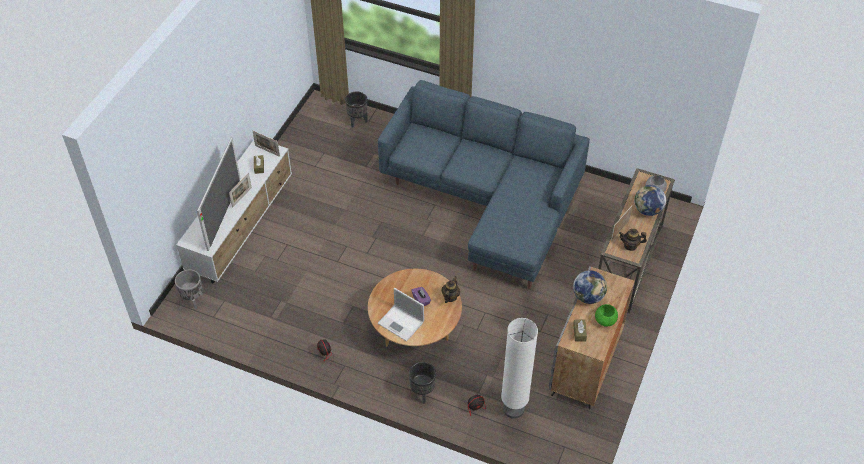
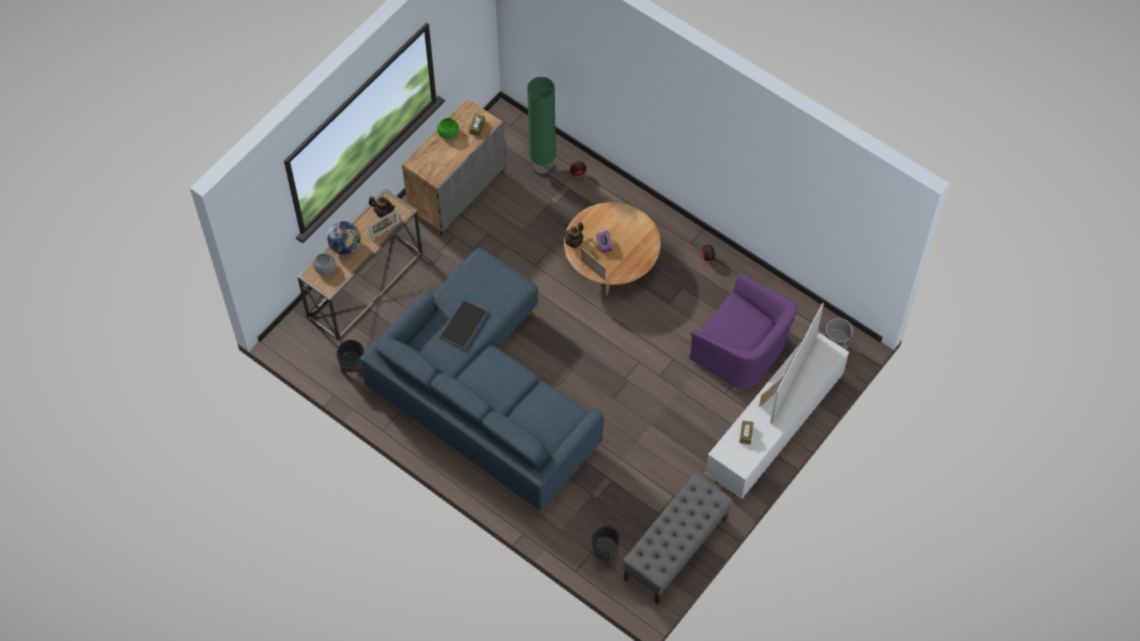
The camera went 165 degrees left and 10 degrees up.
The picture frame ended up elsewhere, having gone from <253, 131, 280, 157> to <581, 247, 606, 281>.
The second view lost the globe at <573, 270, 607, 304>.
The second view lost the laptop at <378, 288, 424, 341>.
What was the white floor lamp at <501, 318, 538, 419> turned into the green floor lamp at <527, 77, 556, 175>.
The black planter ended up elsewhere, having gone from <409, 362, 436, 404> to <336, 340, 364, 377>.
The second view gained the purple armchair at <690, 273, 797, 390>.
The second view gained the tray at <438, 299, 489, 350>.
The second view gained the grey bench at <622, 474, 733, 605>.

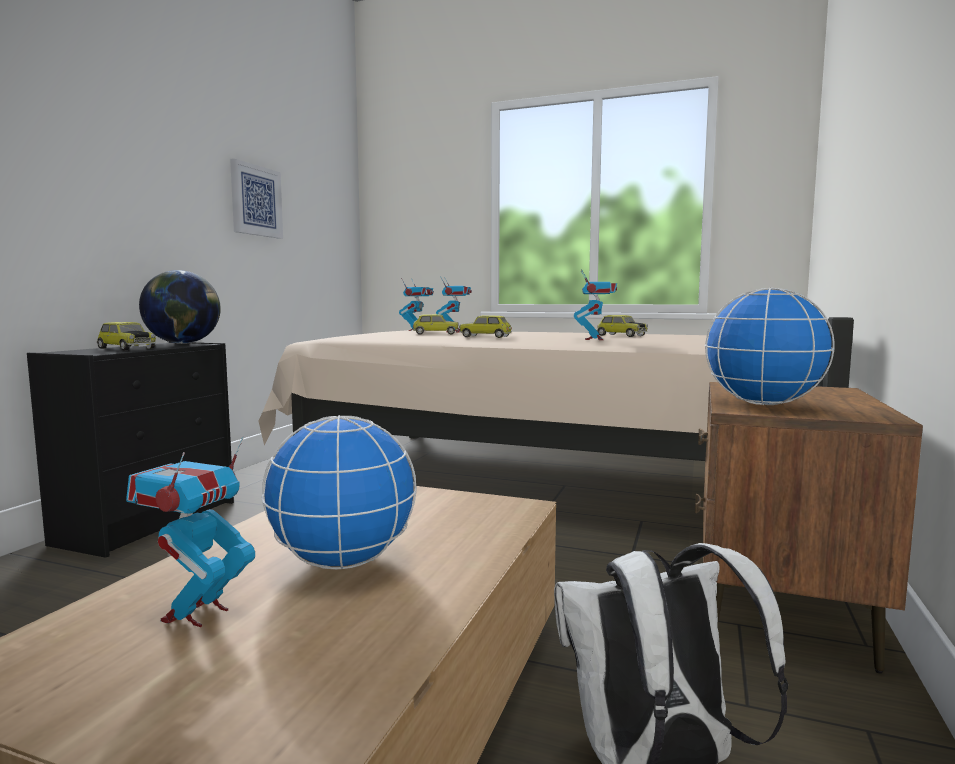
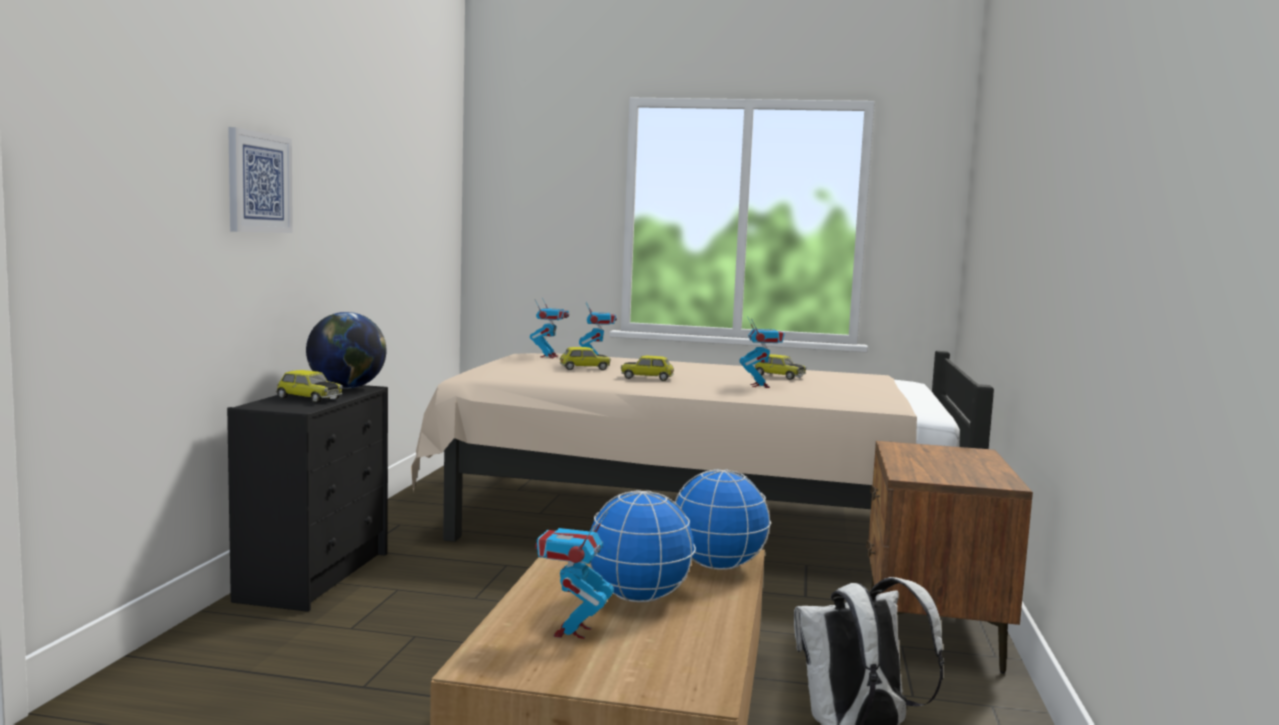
The camera went 10 degrees left and 0 degrees up.
The picture ended up elsewhere, having gone from <230, 159, 283, 239> to <228, 127, 293, 233>.
The globe ended up elsewhere, having gone from <705, 288, 834, 405> to <674, 469, 771, 570>.

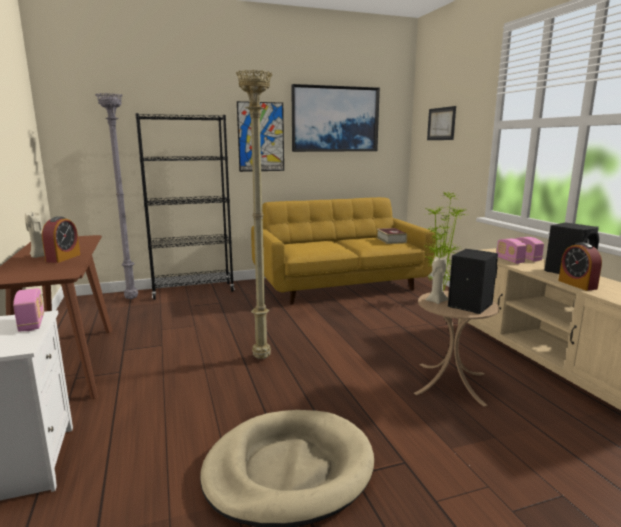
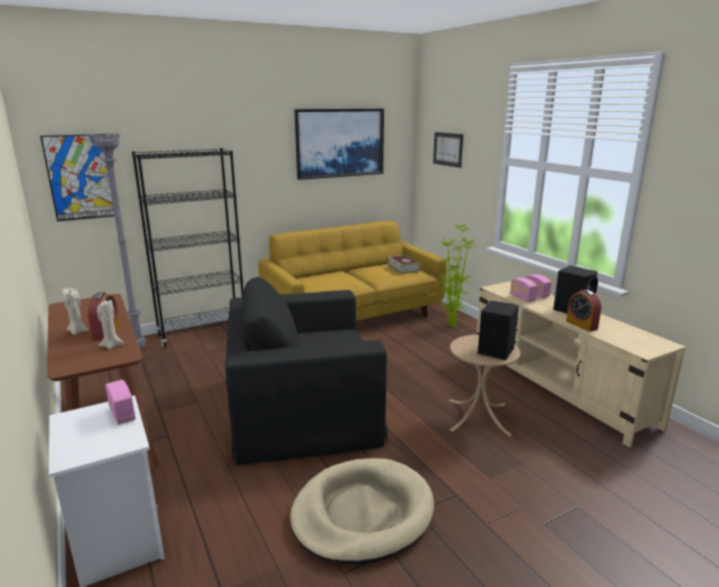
The camera went 10 degrees left and 5 degrees up.
Where the beige floor lamp stood at <236, 70, 272, 359>, the black armchair came to stand at <225, 277, 388, 466>.
The picture ended up elsewhere, having gone from <237, 101, 284, 172> to <40, 134, 114, 221>.
The beige candle ended up elsewhere, having gone from <426, 256, 448, 304> to <97, 300, 124, 349>.

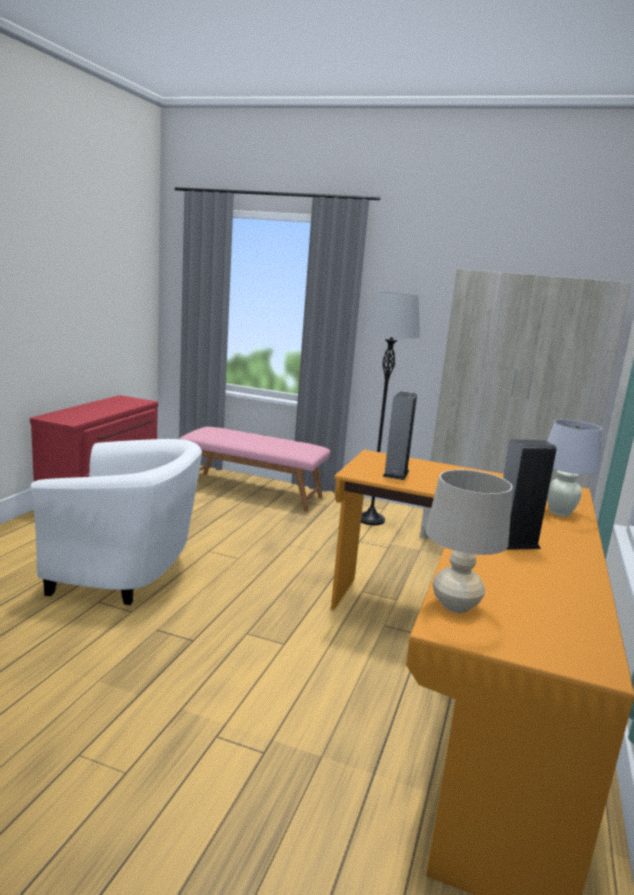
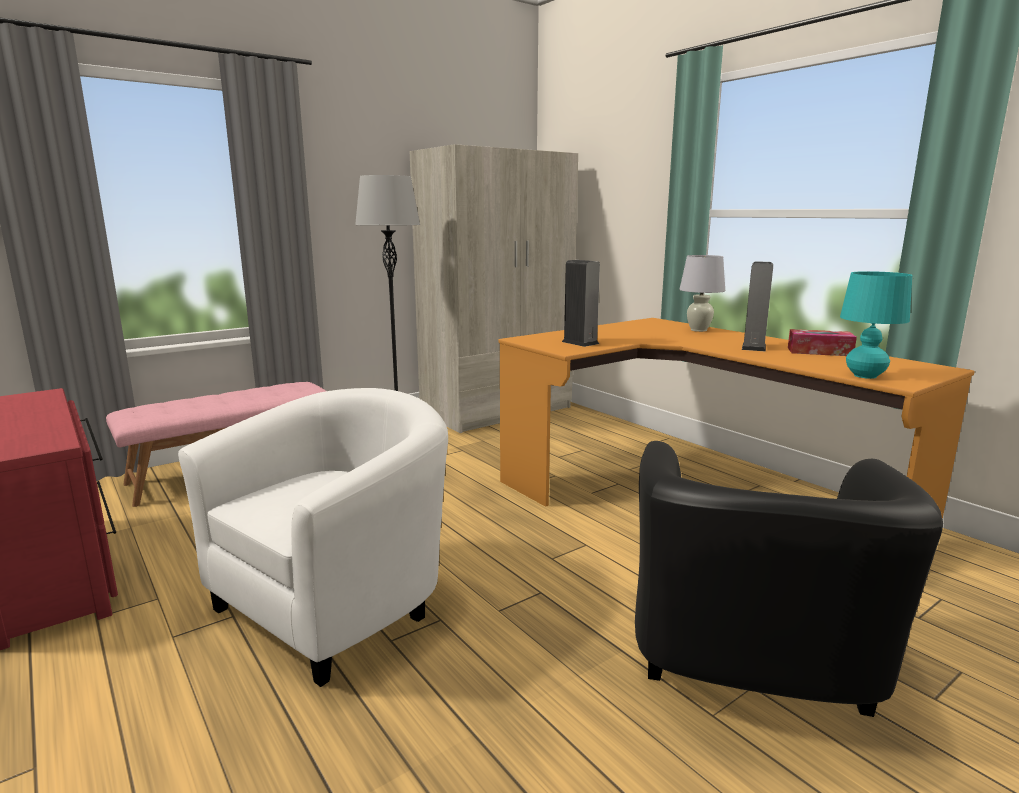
The camera went 55 degrees left and 0 degrees up.
What was the beige table lamp at <426, 470, 513, 613> turned into the turquoise table lamp at <840, 271, 912, 379>.
The second view gained the tissue box at <788, 329, 857, 356>.
The second view gained the black armchair at <635, 441, 943, 717>.

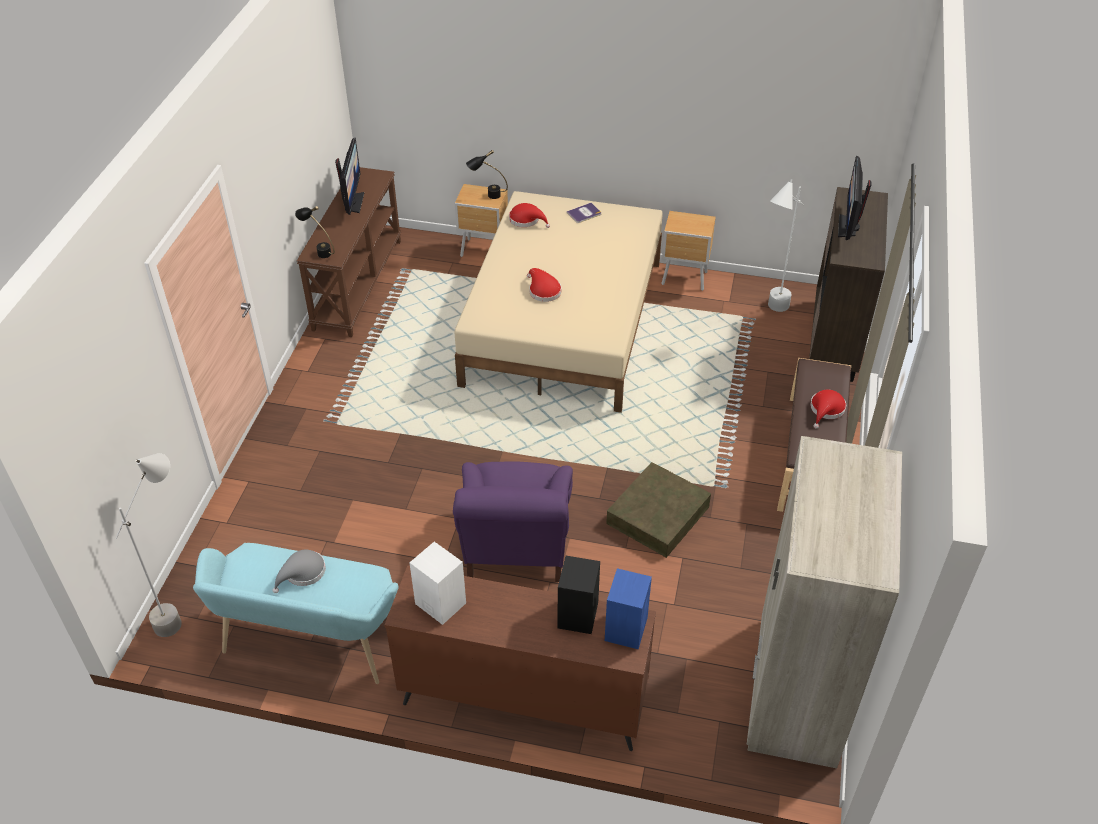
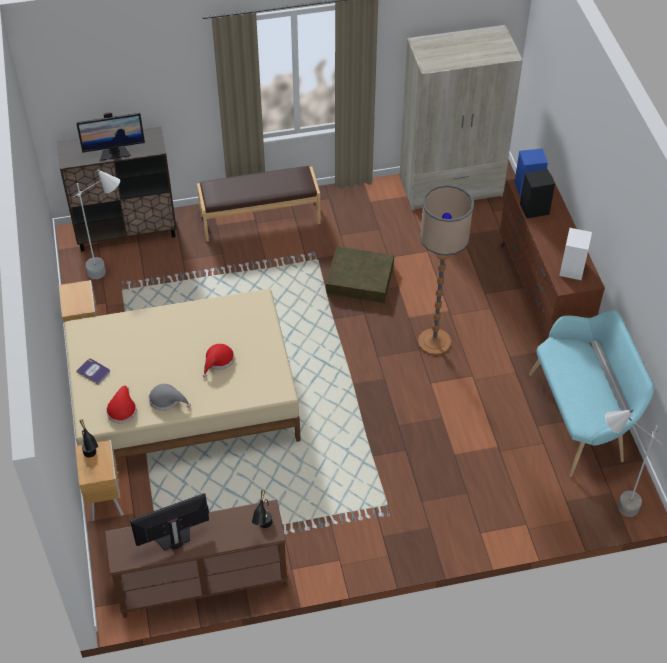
The camera went 115 degrees left and 5 degrees up.
The second view lost the red hat at <810, 390, 846, 429>.
Where the purple armchair stood at <453, 461, 573, 582>, the floor lamp came to stand at <418, 184, 474, 355>.
The grey hat ended up elsewhere, having gone from <272, 550, 326, 593> to <149, 384, 191, 411>.

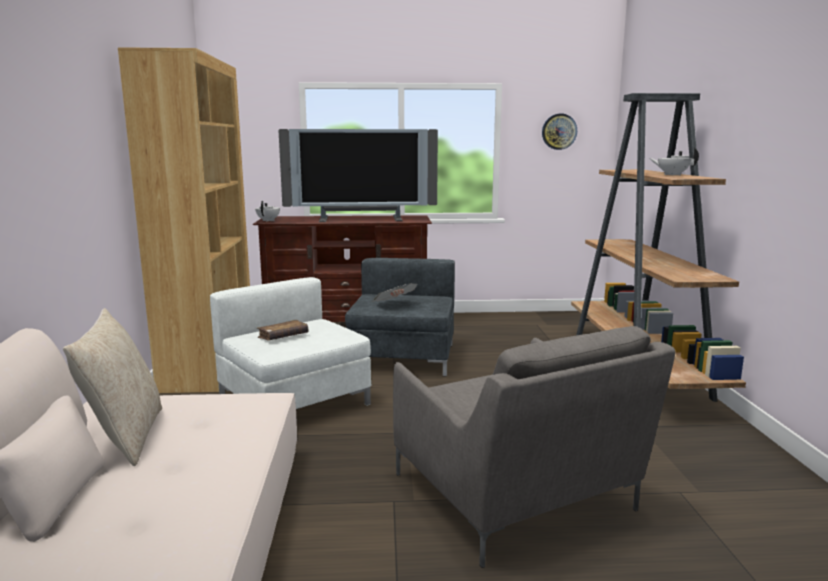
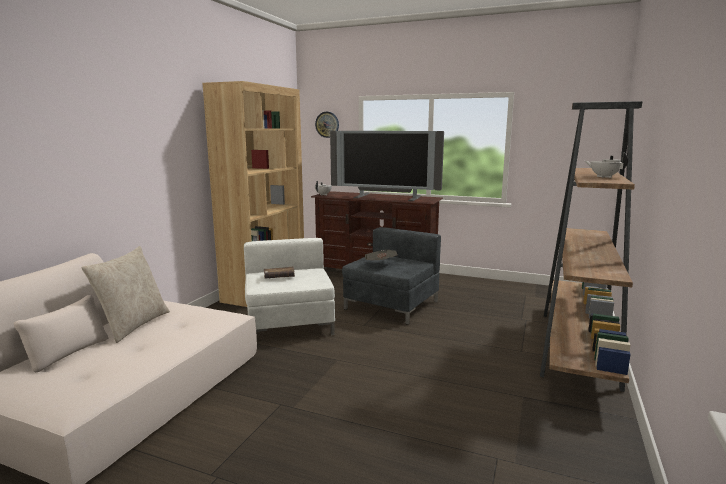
The camera went 25 degrees right and 0 degrees up.
The wall clock ended up elsewhere, having gone from <542, 114, 577, 150> to <315, 112, 339, 138>.
The second view lost the grey armchair at <393, 326, 676, 568>.

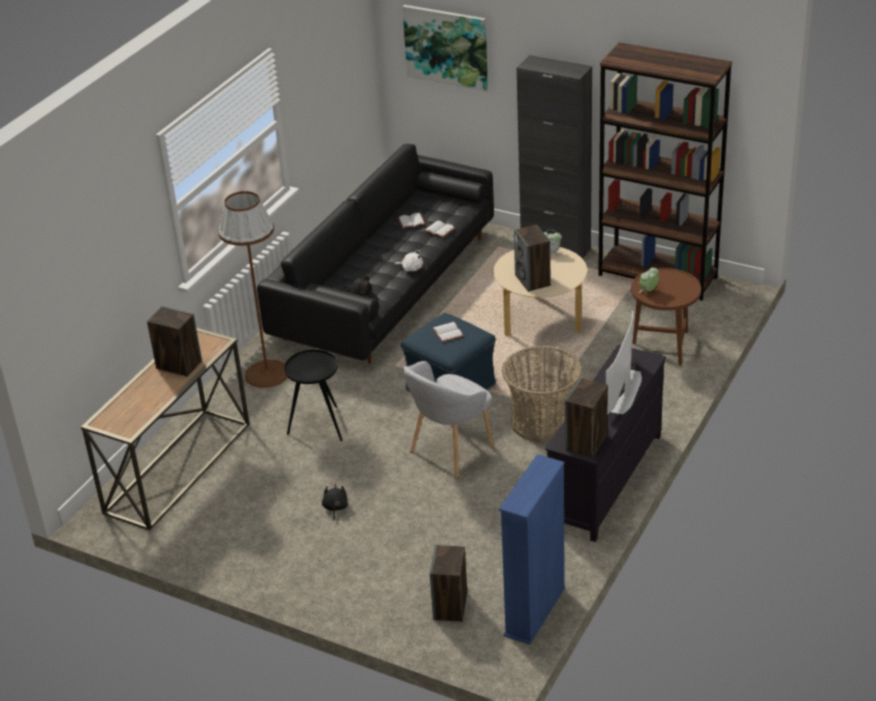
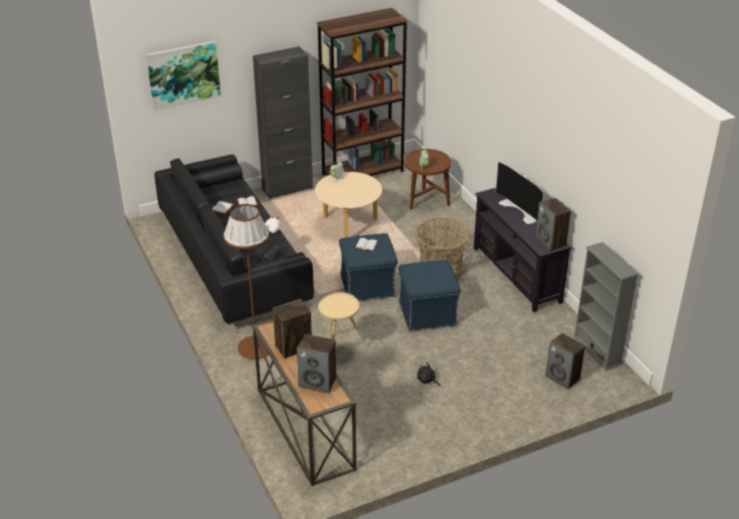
The camera went 55 degrees left and 0 degrees up.
The speaker ended up elsewhere, having gone from <514, 225, 551, 292> to <297, 334, 336, 393>.
What was the black side table at <284, 350, 343, 441> turned into the beige side table at <318, 292, 366, 349>.
Where the grey armchair stood at <403, 361, 493, 478>, the blue ottoman came to stand at <398, 260, 461, 331>.
What was the blue bookcase at <499, 454, 565, 645> turned into the grey bookcase at <573, 242, 639, 370>.

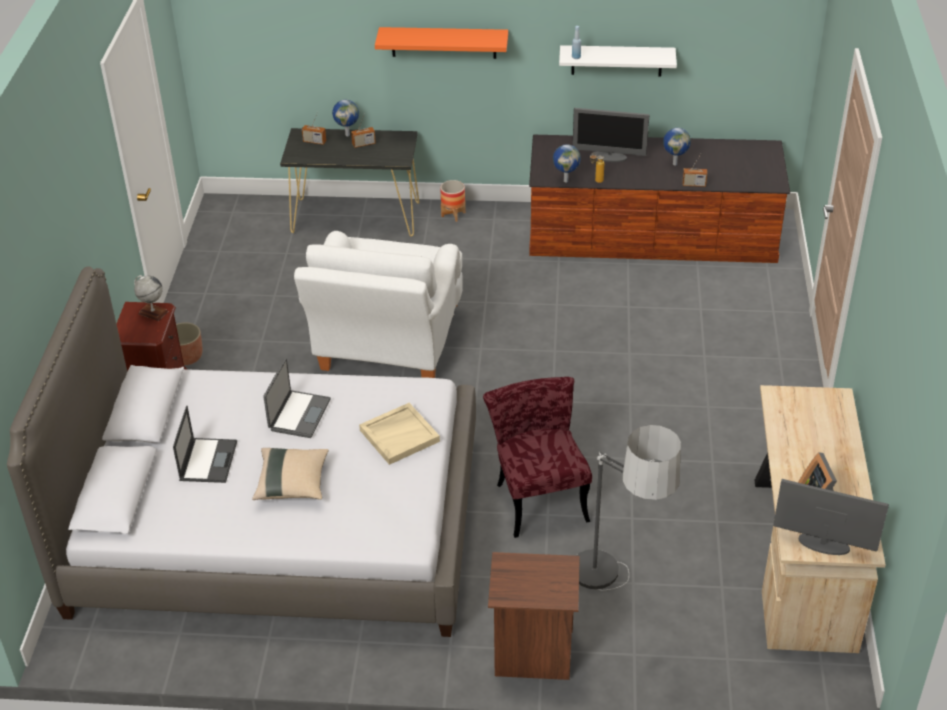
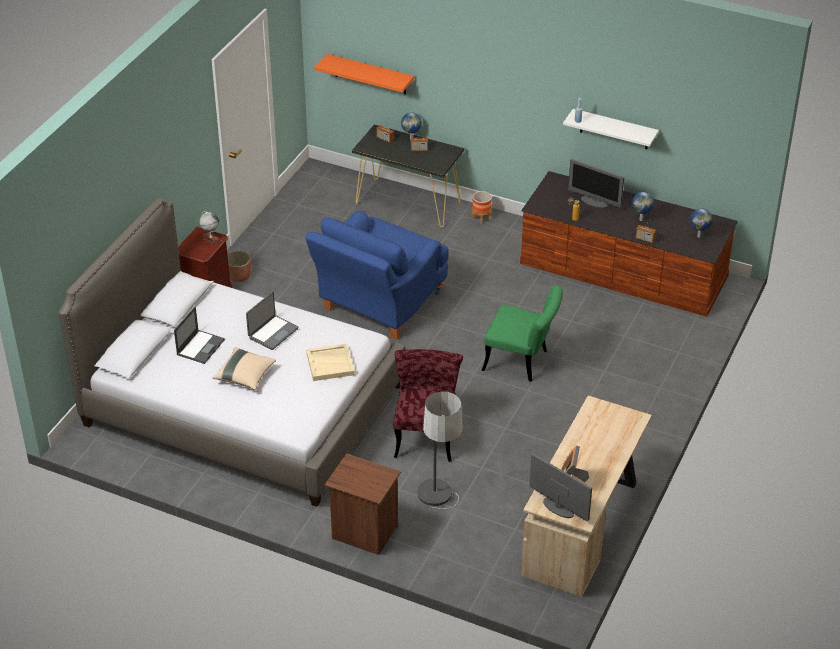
The camera went 20 degrees right and 0 degrees up.
The orange shelf ended up elsewhere, having gone from <375, 27, 508, 59> to <314, 54, 414, 95>.
The globe ended up elsewhere, having gone from <553, 144, 581, 183> to <690, 208, 713, 238>.
What was the white armchair at <294, 231, 463, 378> turned into the blue armchair at <306, 211, 449, 340>.
The second view gained the green chair at <481, 285, 563, 382>.

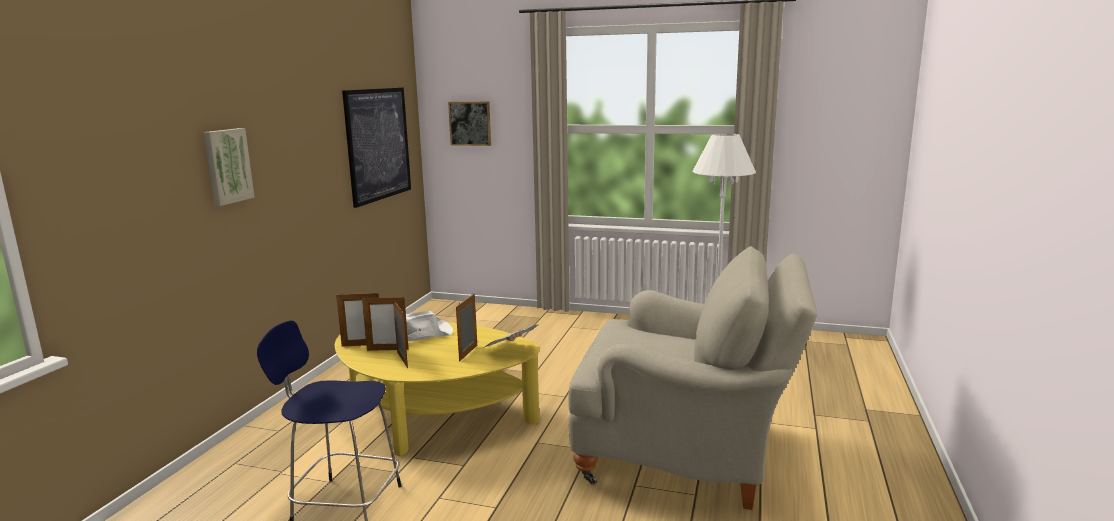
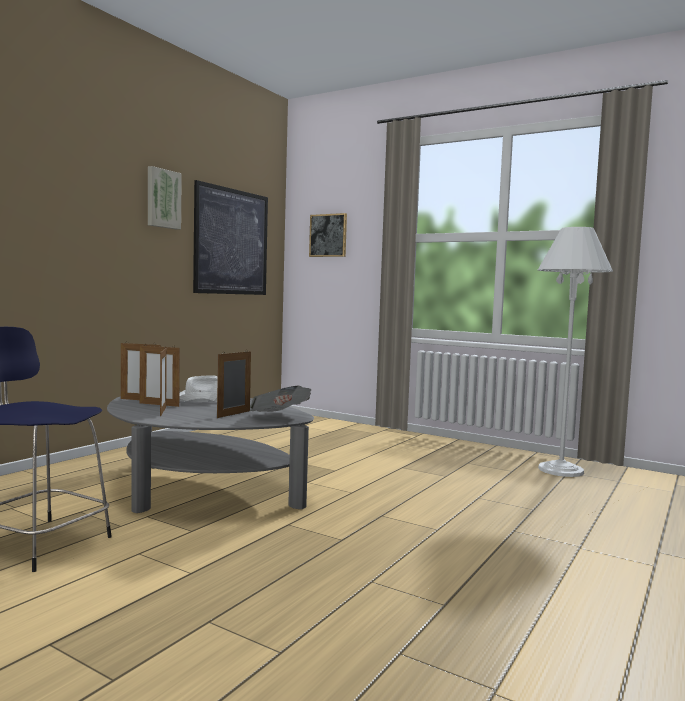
The camera went 15 degrees right and 10 degrees down.
The picture ended up elsewhere, having gone from <204, 128, 255, 206> to <148, 166, 182, 230>.
The second view lost the beige armchair at <568, 246, 817, 510>.
What was the yellow coffee table at <335, 322, 540, 456> turned into the grey coffee table at <107, 392, 314, 513>.

